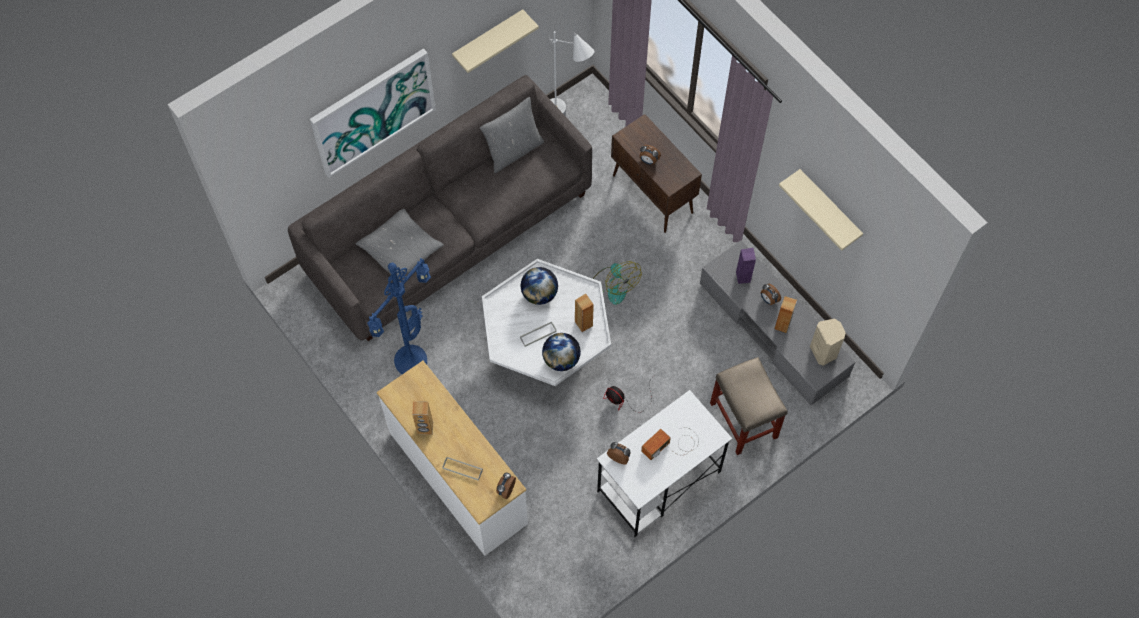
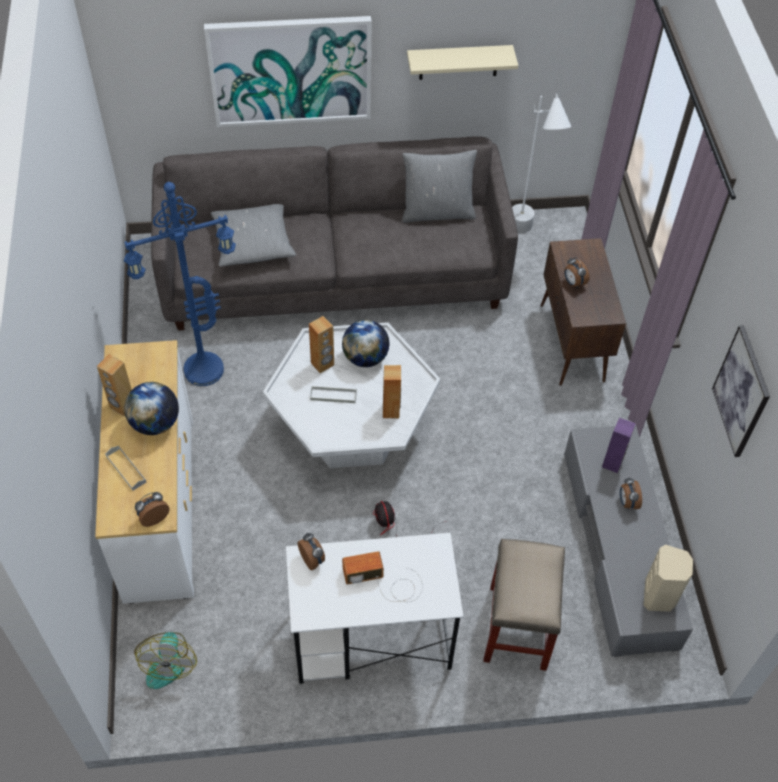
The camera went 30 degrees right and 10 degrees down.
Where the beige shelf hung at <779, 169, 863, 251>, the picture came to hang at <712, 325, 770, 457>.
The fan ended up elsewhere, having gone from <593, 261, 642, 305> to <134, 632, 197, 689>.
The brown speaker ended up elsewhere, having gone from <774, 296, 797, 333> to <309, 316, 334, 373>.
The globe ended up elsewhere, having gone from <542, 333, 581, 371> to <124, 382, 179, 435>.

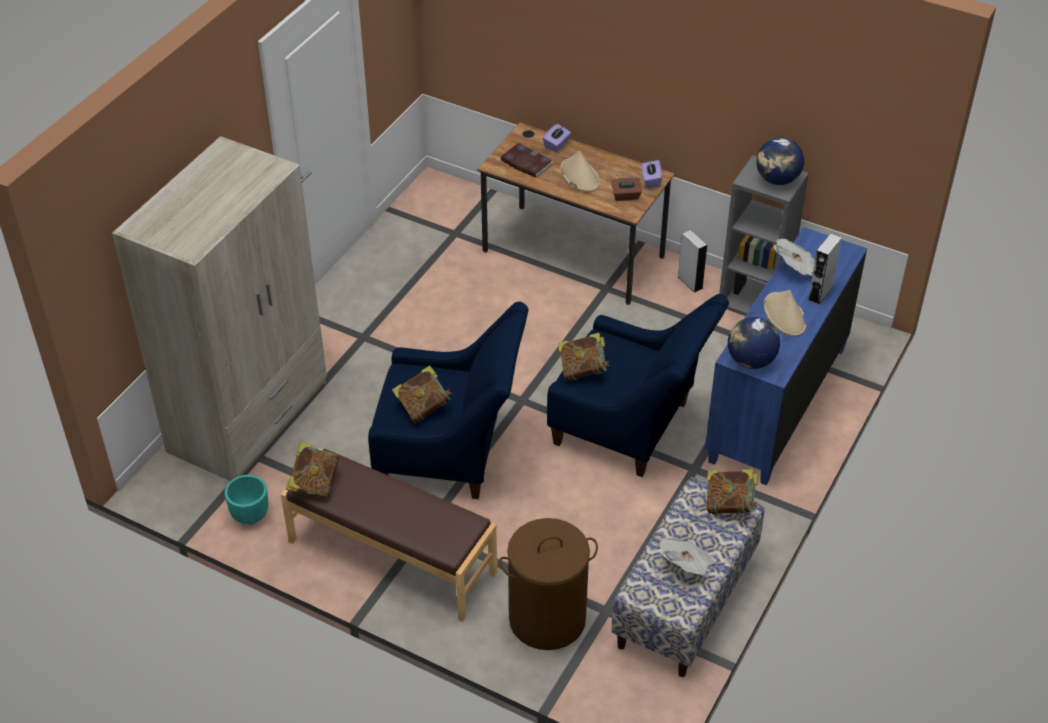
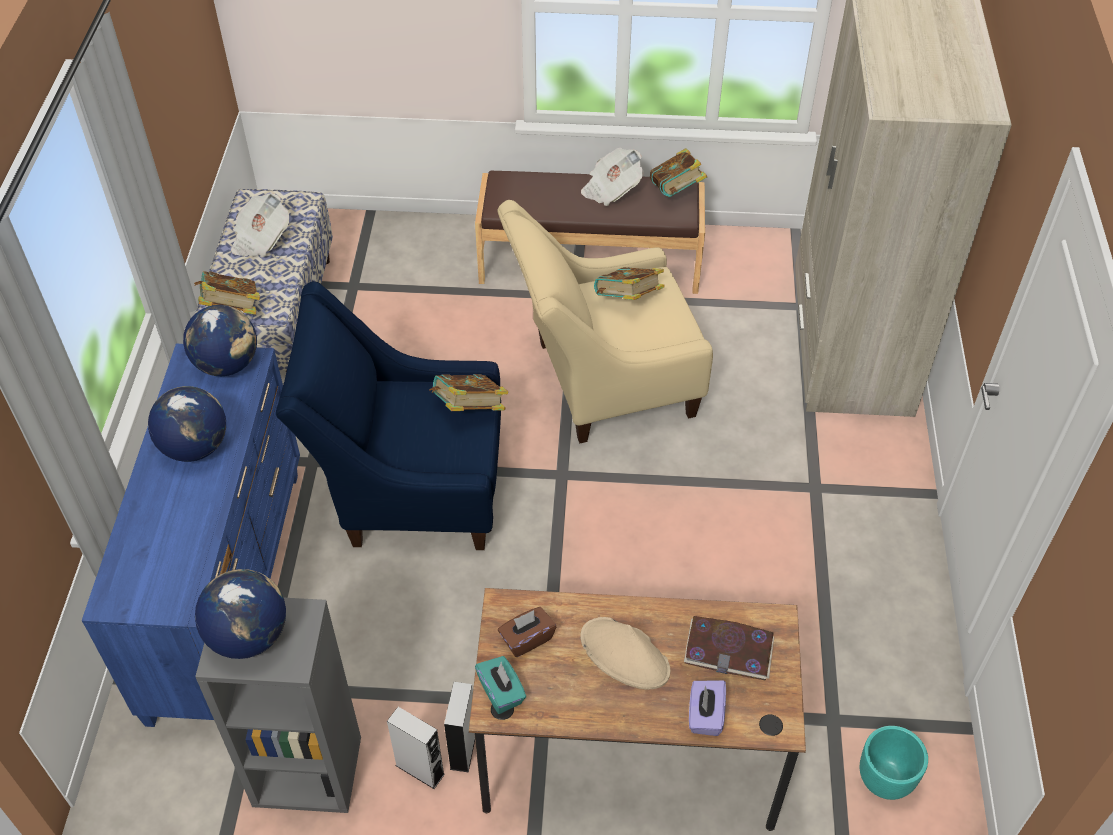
The camera went 155 degrees right and 5 degrees up.
What was the purple tissue box at <642, 160, 662, 188> turned into the turquoise tissue box at <475, 656, 526, 714>.
The grey speaker ended up elsewhere, having gone from <808, 233, 842, 305> to <444, 682, 475, 772>.
The newspaper ended up elsewhere, having gone from <774, 239, 815, 276> to <581, 148, 644, 206>.
Where the beige hat stood at <764, 290, 806, 337>, the globe came to stand at <148, 386, 226, 462>.
What was the blue armchair at <368, 301, 528, 499> turned into the beige armchair at <497, 200, 713, 443>.
The turquoise planter ended up elsewhere, having gone from <225, 475, 269, 525> to <860, 726, 928, 800>.
The second view lost the brown laundry basket at <499, 518, 598, 650>.

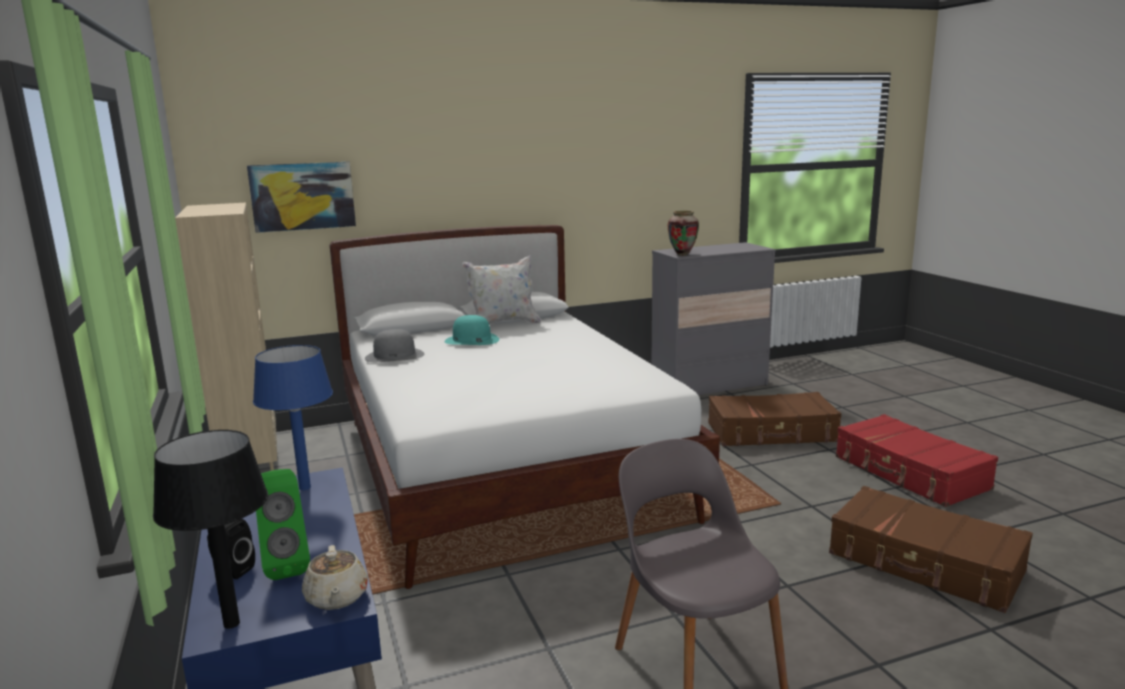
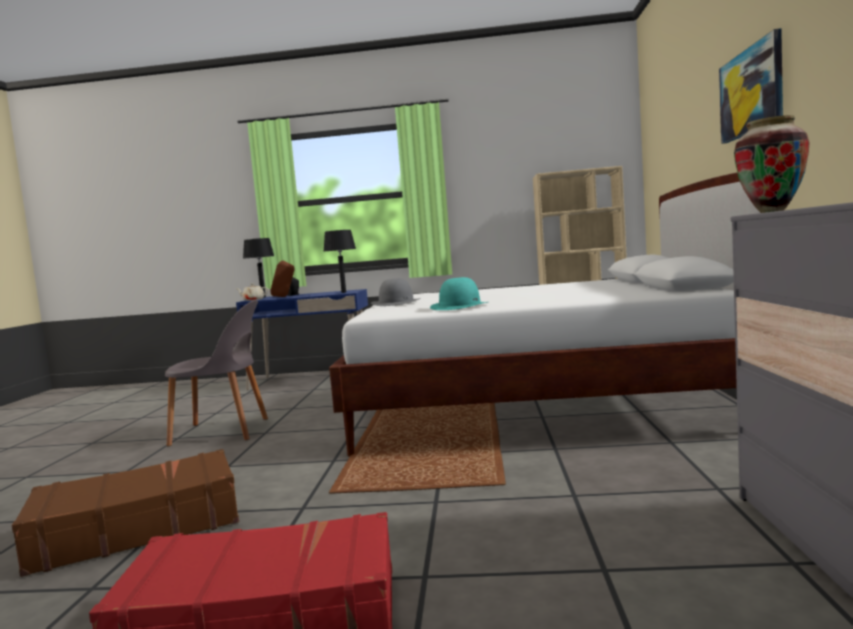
The camera went 115 degrees right and 10 degrees down.
The picture ended up elsewhere, having gone from <247, 162, 356, 233> to <719, 28, 783, 144>.
The second view lost the white pillow at <462, 255, 541, 324>.
The turquoise hat ended up elsewhere, having gone from <444, 315, 499, 345> to <430, 277, 488, 310>.
The grey hat ended up elsewhere, having gone from <365, 329, 424, 362> to <371, 278, 421, 306>.
What was the blue table lamp at <253, 345, 333, 490> turned into the black table lamp at <324, 230, 356, 293>.
The second view lost the brown suitcase at <708, 392, 841, 446>.
What was the green speaker at <256, 469, 310, 580> turned into the brown speaker at <270, 261, 294, 297>.

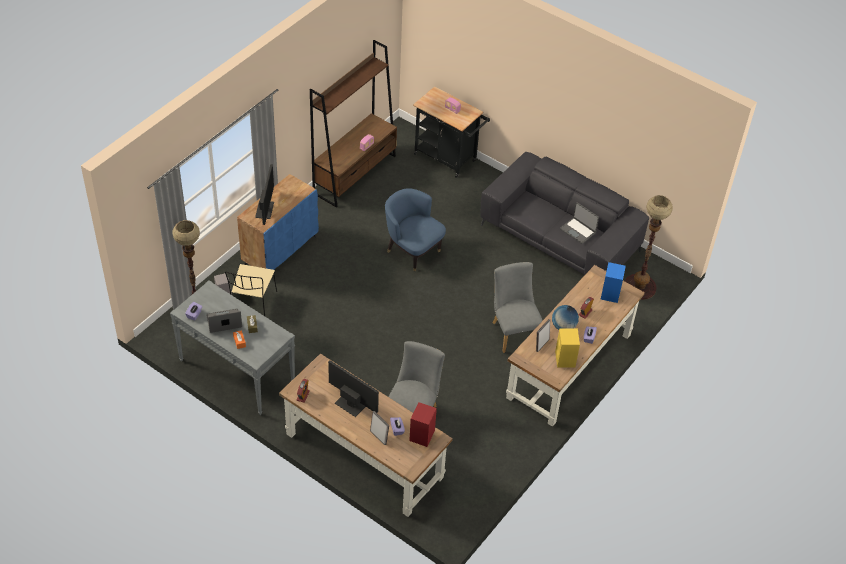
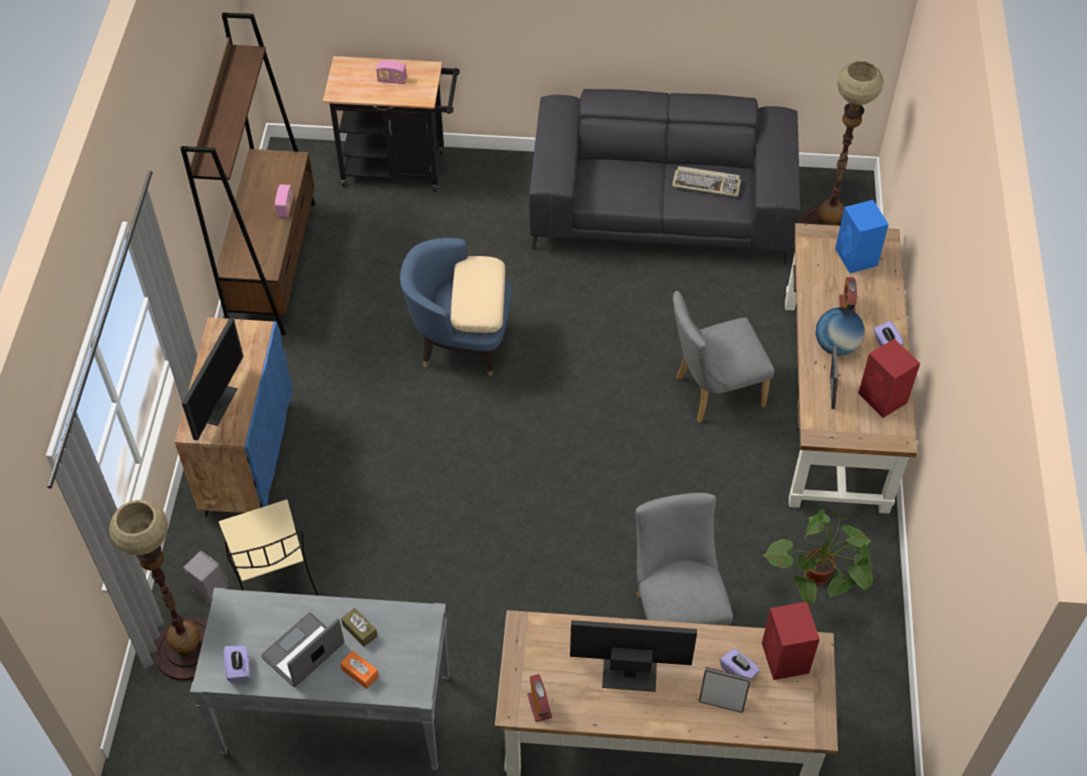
The camera went 30 degrees left and 5 degrees up.
The monitor at <255, 164, 274, 225> ended up facing another way, 45 degrees clockwise from before.
Where the laptop stood at <560, 202, 599, 244>, the keyboard came to stand at <672, 166, 741, 197>.
The grey chair at <492, 262, 543, 353> ended up facing another way, 60 degrees counterclockwise from before.
What was the yellow speaker at <555, 329, 580, 368> turned into the red speaker at <858, 339, 920, 418>.
The second view gained the beige pillow at <450, 256, 505, 333>.
The second view gained the potted plant at <763, 509, 873, 604>.

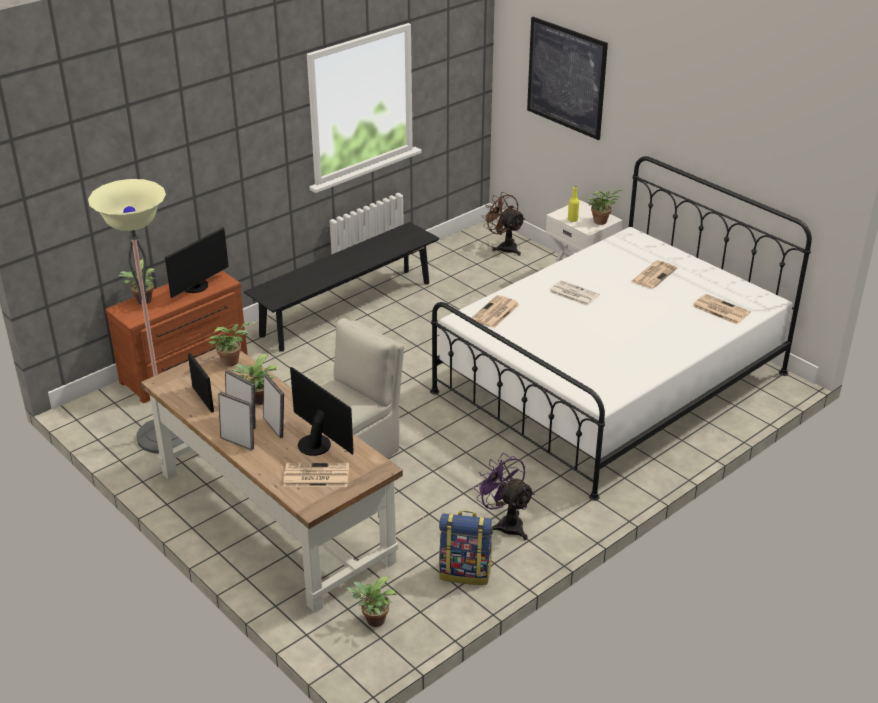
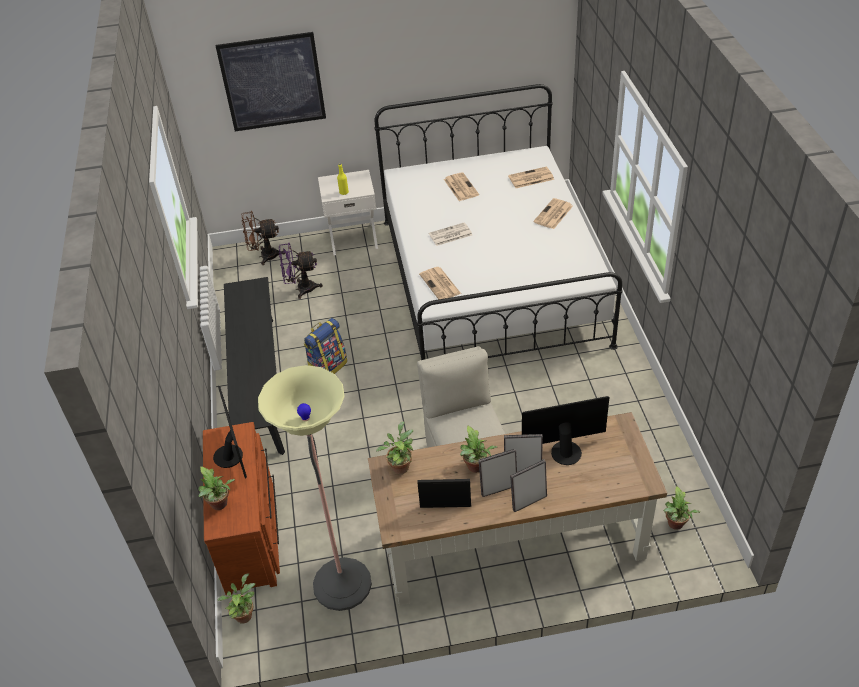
The camera went 55 degrees left and 10 degrees up.
The potted plant ended up elsewhere, having gone from <588, 189, 623, 225> to <218, 573, 255, 624>.
The purple fan ended up elsewhere, having gone from <474, 453, 535, 540> to <279, 242, 323, 299>.
The newspaper ended up elsewhere, having gone from <283, 463, 349, 487> to <533, 198, 573, 229>.
The backpack ended up elsewhere, having gone from <439, 511, 493, 585> to <304, 318, 347, 374>.

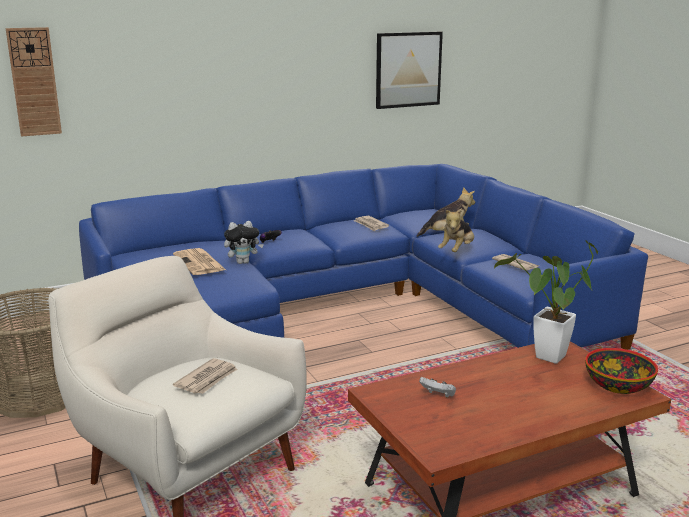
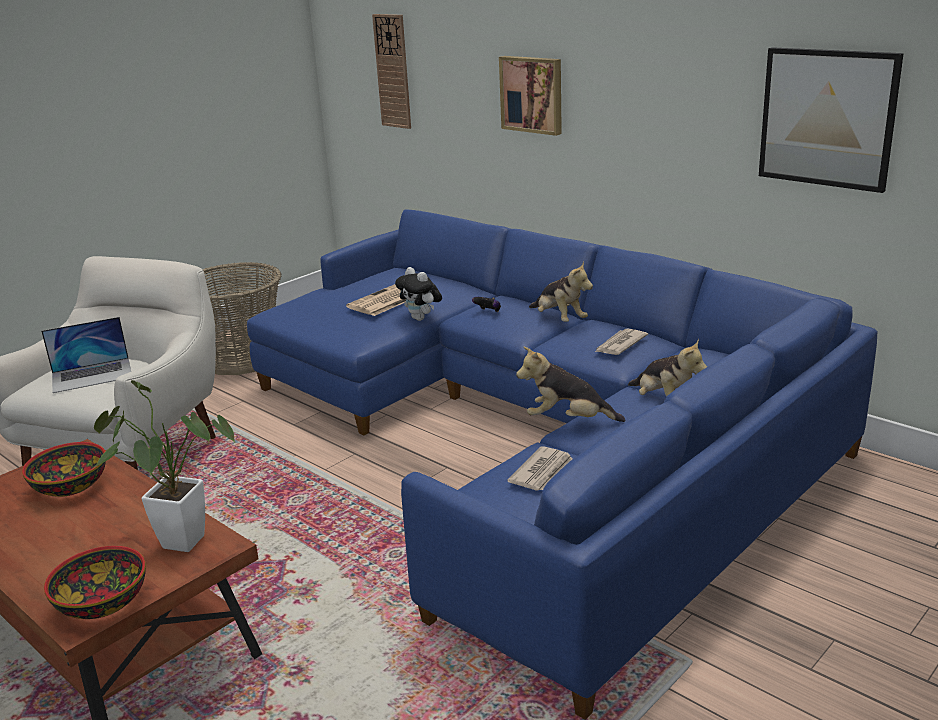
The camera went 70 degrees right and 5 degrees up.
Where the newspaper stood at <173, 358, 237, 394>, the laptop came to stand at <41, 317, 131, 393>.
Where the white game controller stood at <419, 377, 456, 398>, the bowl came to stand at <22, 442, 106, 497>.
The second view gained the picture at <499, 56, 562, 136>.
The second view gained the plush toy at <529, 262, 593, 322>.

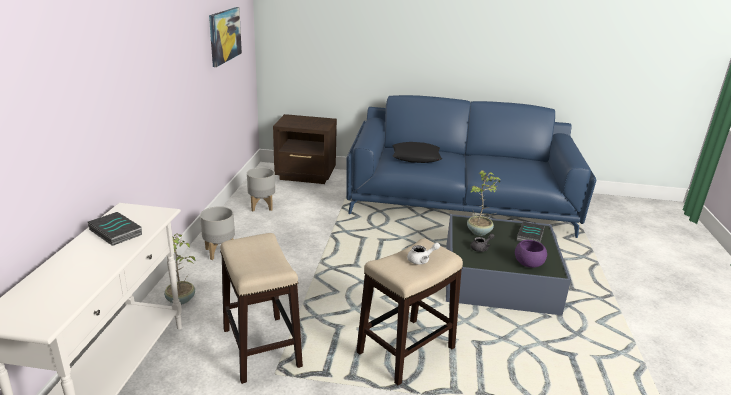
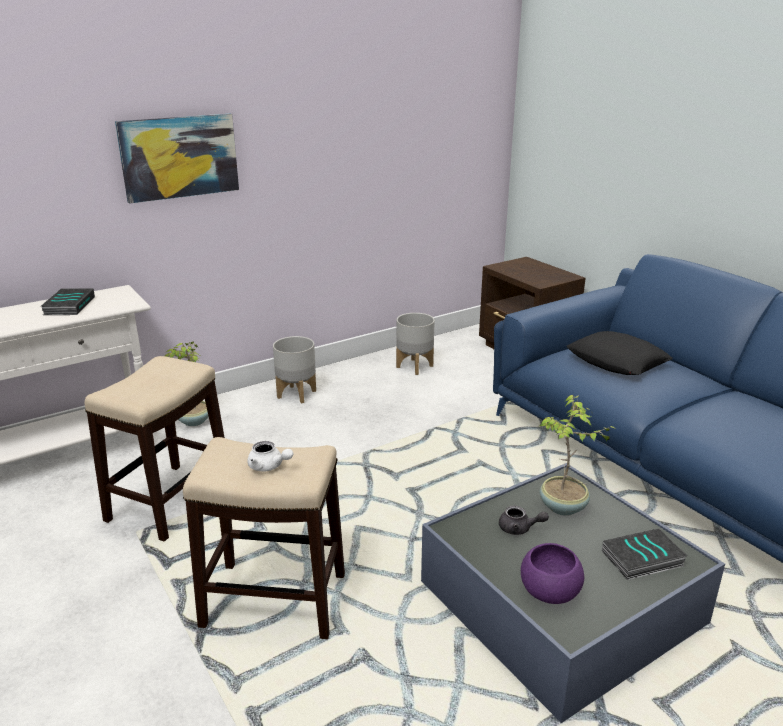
The camera went 50 degrees right and 0 degrees up.
The picture ended up elsewhere, having gone from <209, 7, 242, 67> to <115, 114, 239, 204>.

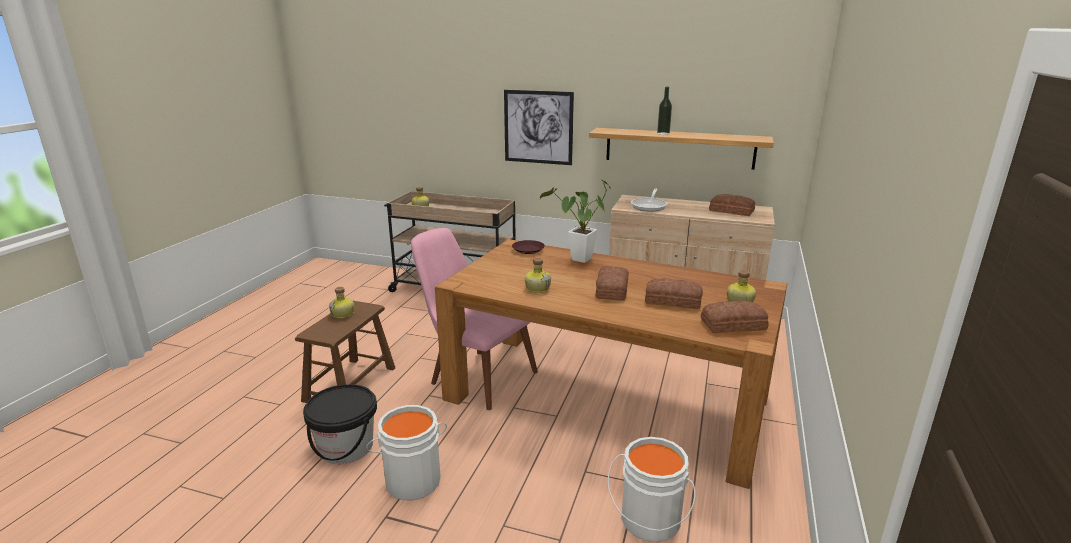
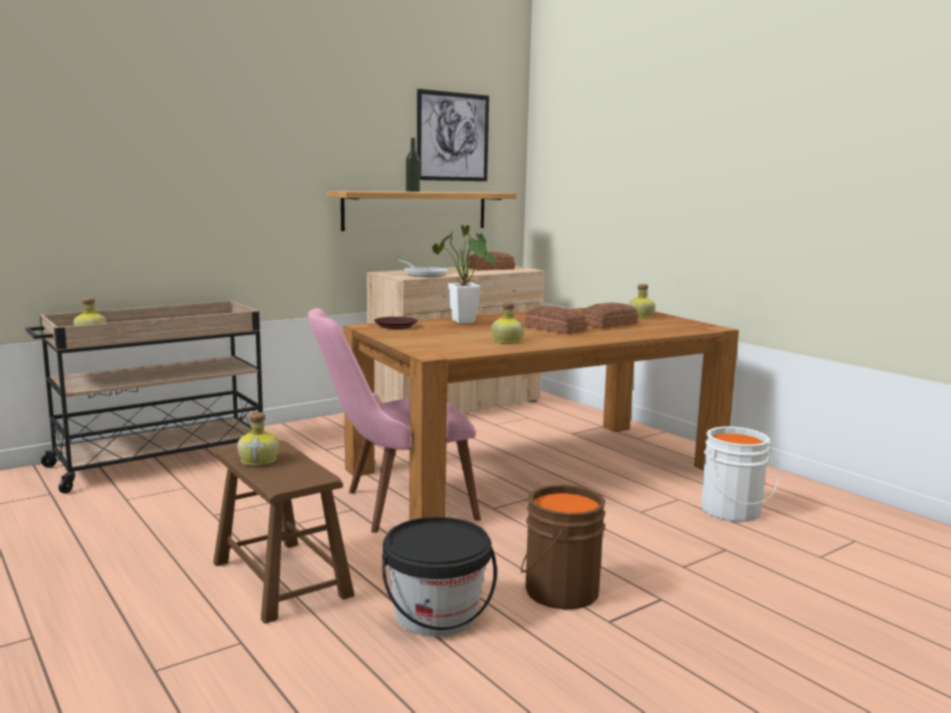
The camera went 55 degrees left and 10 degrees down.
The picture ended up elsewhere, having gone from <504, 90, 574, 165> to <417, 89, 489, 181>.
The second view lost the bread at <701, 301, 769, 333>.
What was the white bucket at <366, 405, 447, 500> turned into the brown bucket at <521, 485, 606, 610>.

